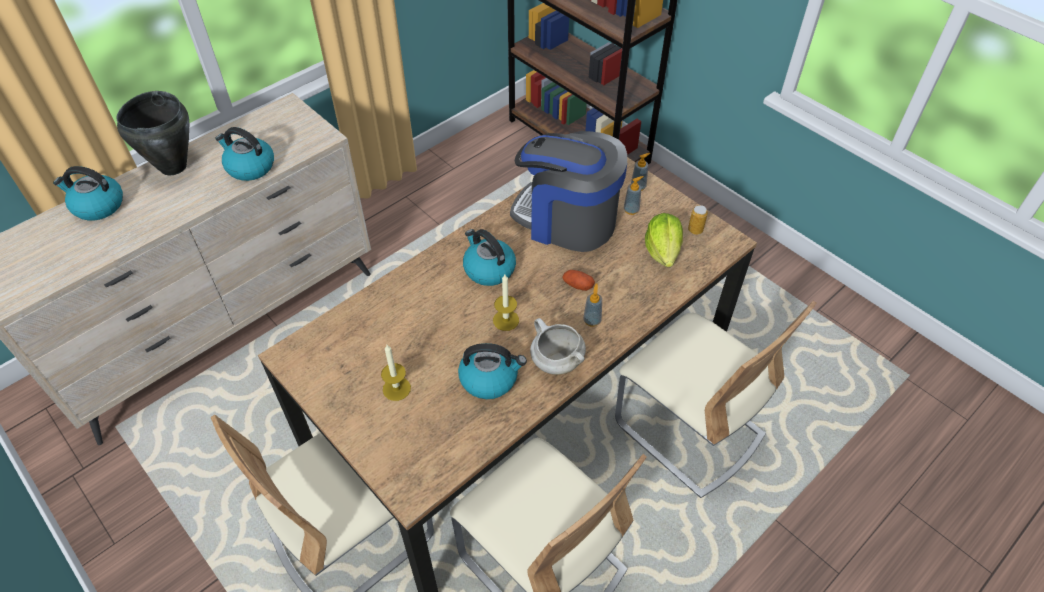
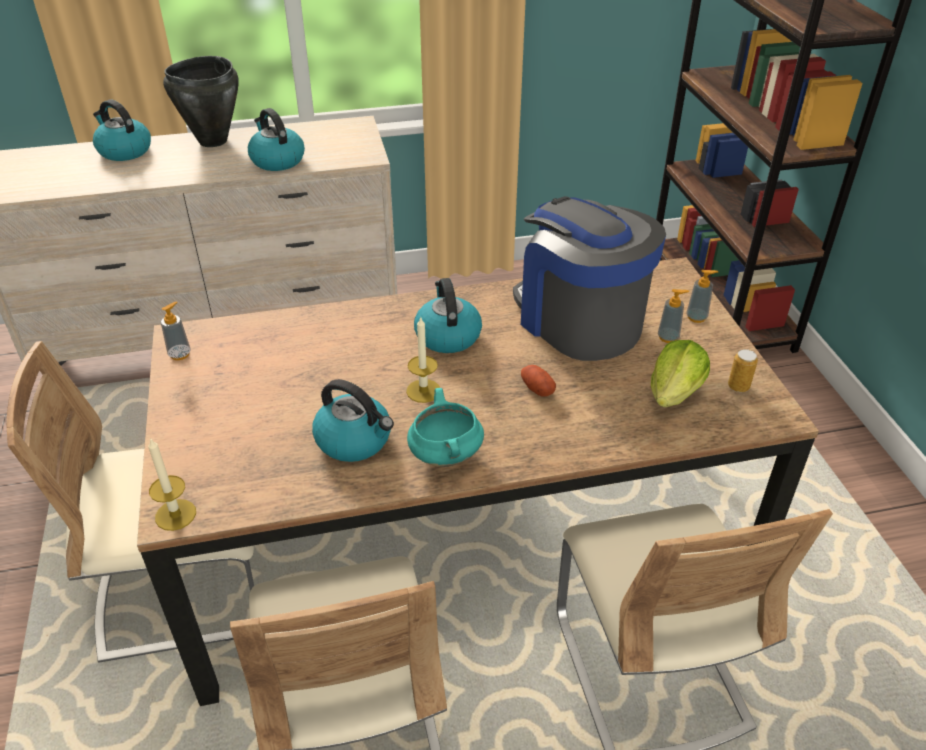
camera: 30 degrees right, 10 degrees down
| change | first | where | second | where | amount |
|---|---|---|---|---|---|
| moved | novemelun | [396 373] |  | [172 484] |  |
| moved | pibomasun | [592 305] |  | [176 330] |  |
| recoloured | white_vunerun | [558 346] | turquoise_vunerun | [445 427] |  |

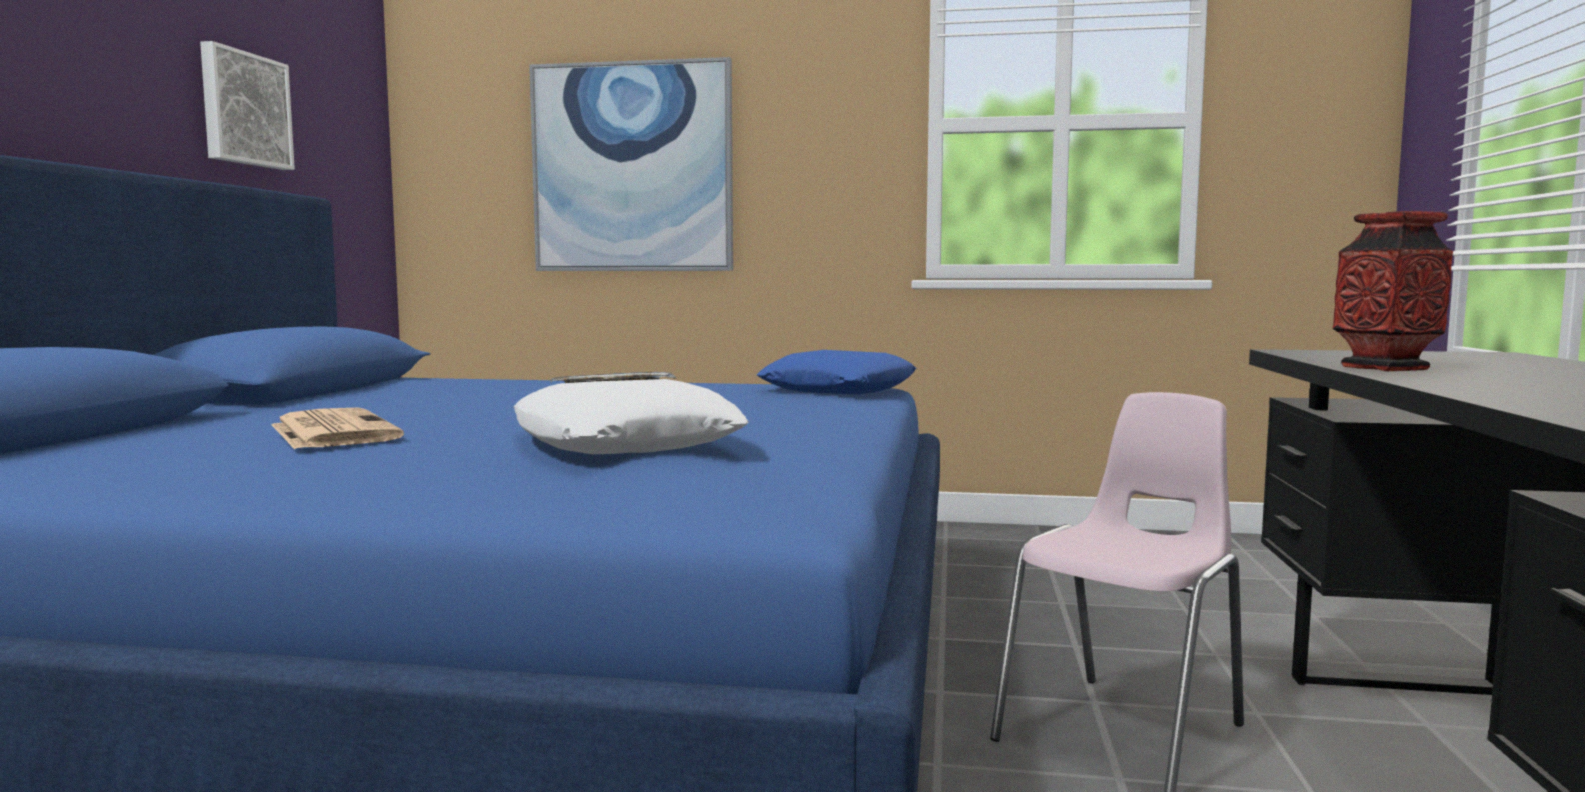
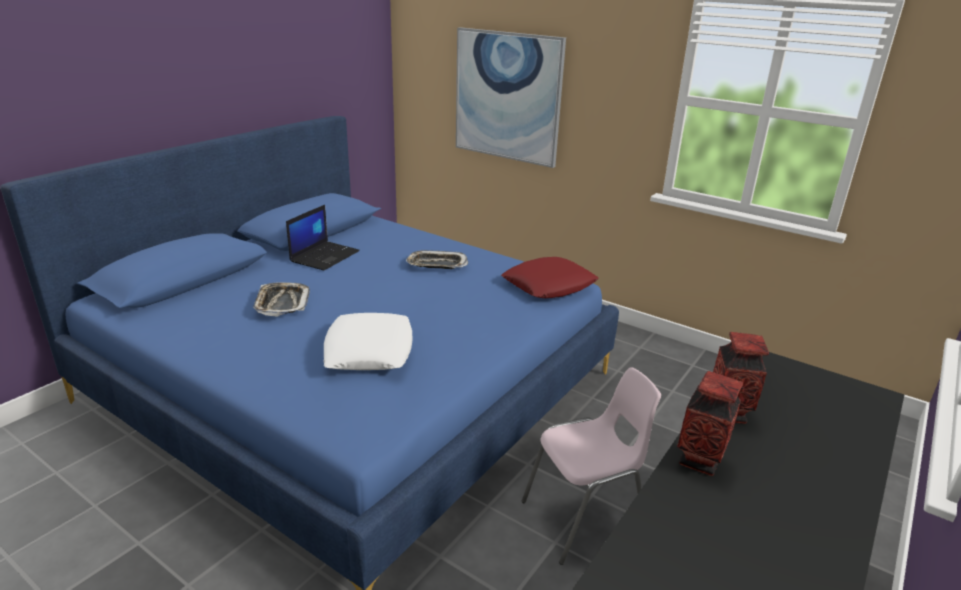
camera: 25 degrees right, 20 degrees up
| change | first | where | second | where | amount |
|---|---|---|---|---|---|
| replaced | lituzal | [337 428] | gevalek | [281 299] |  |
| added |  |  | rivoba | [323 238] |  |
| recoloured | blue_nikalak | [836 372] | red_nikalak | [549 277] |  |
| added |  |  | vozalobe | [710 423] |  |
| removed | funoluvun | [247 105] |  |  |  |

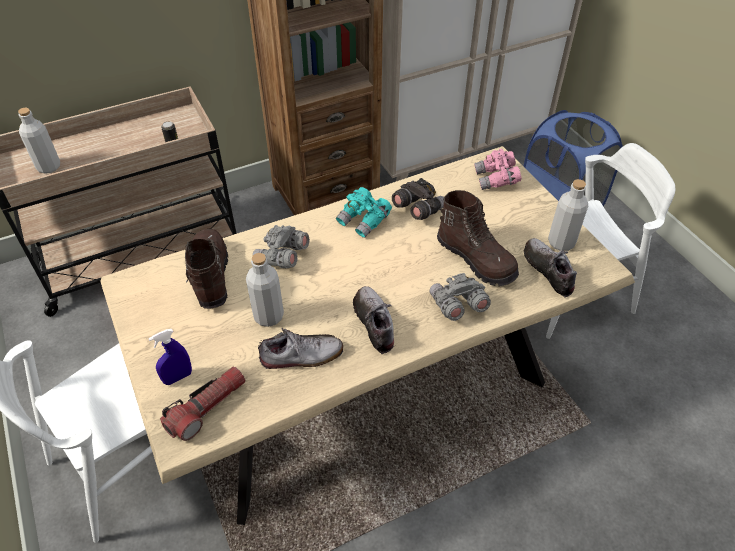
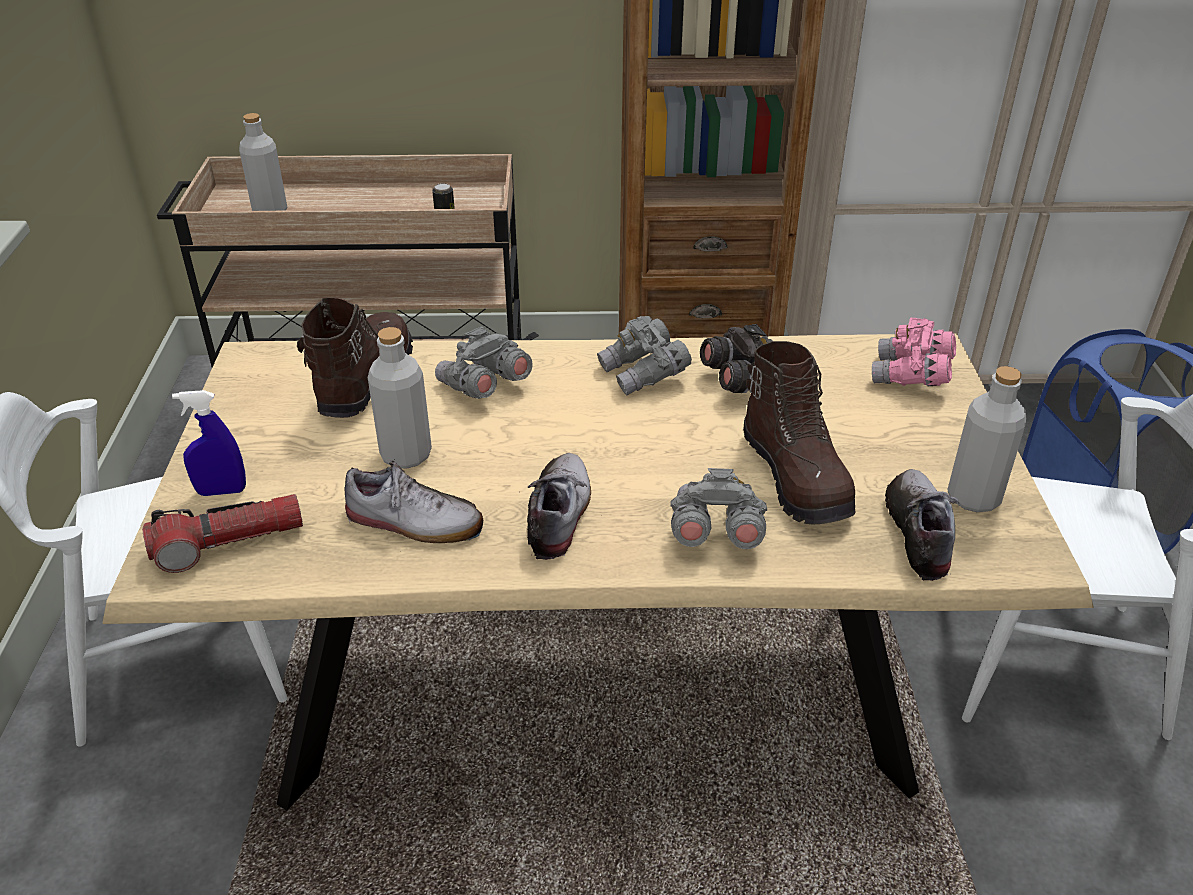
camera: 25 degrees right, 10 degrees down
| change | first | where | second | where | amount |
|---|---|---|---|---|---|
| recoloured | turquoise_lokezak | [364 212] | grey_lokezak | [644 355] |  |

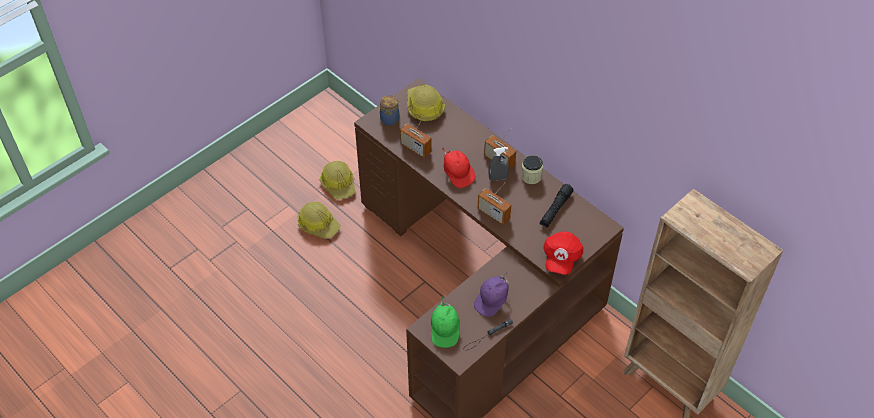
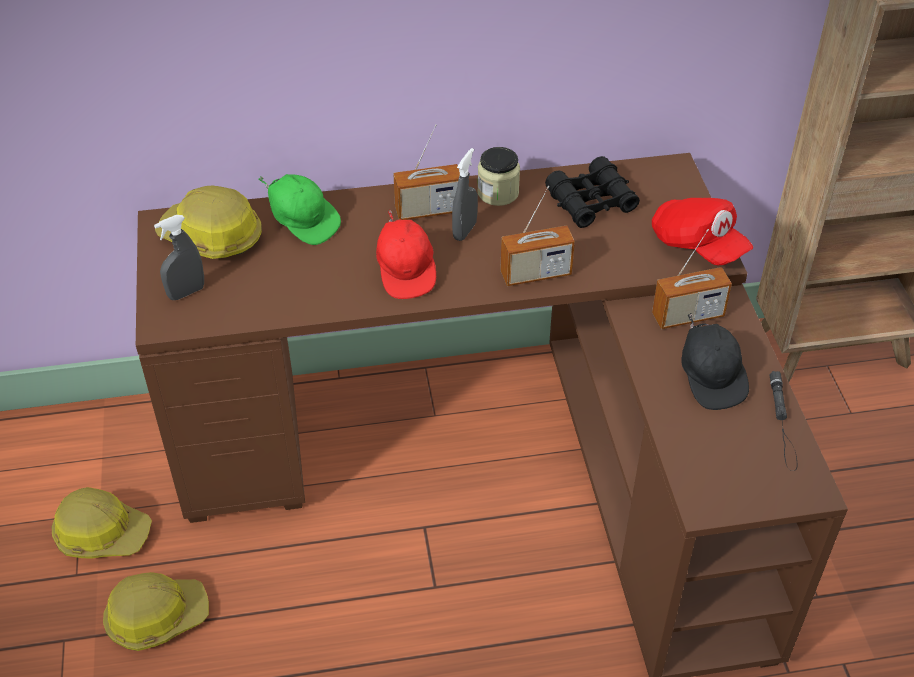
camera: 55 degrees left, 5 degrees down
| change | first | where | second | where | amount |
|---|---|---|---|---|---|
| replaced | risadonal | [390 110] | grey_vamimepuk | [179 257] |  |
| moved | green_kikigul | [445 322] |  | [299 209] |  |
| turned | red_kikigul | [458 168] |  | [406 254] | 75 degrees clockwise |
| replaced | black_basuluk | [557 205] | black_lokezak | [592 192] |  |
| moved | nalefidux | [415 136] |  | [692 279] |  |
| recoloured | purple_kikigul | [491 294] | black_kikigul | [715 361] |  |

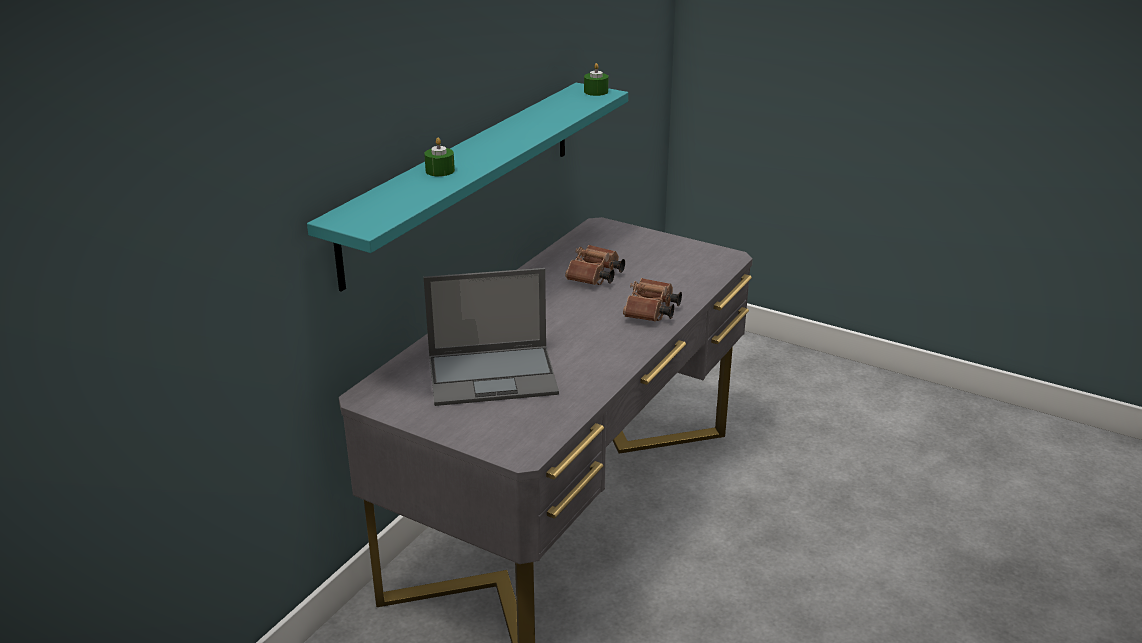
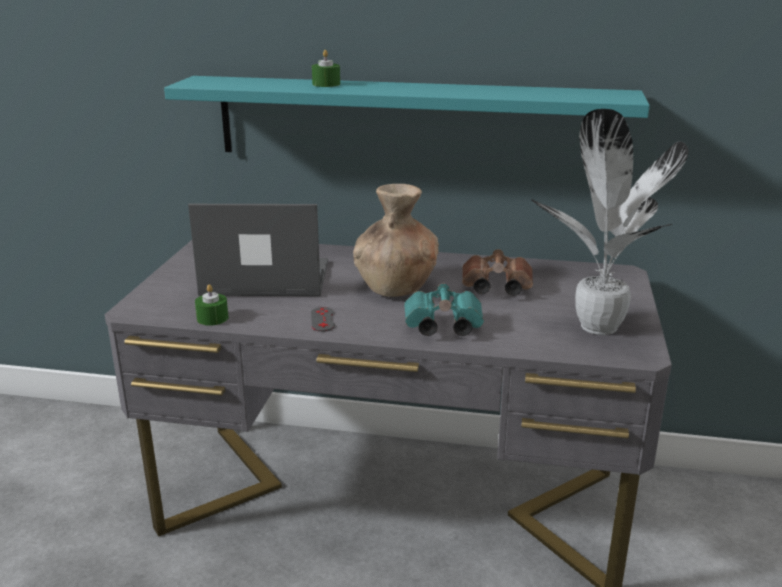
camera: 70 degrees right, 5 degrees down
| change | first | where | second | where | amount |
|---|---|---|---|---|---|
| turned | rivoba | [491 337] |  | [258 250] | 120 degrees clockwise |
| moved | green_novemelun | [596 79] |  | [211 305] |  |
| added |  |  | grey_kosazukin | [323 319] |  |
| added |  |  | brown_vozalobe | [396 240] |  |
| recoloured | brown_lokezak | [652 299] | turquoise_lokezak | [444 310] |  |
| added |  |  | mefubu | [609 222] |  |

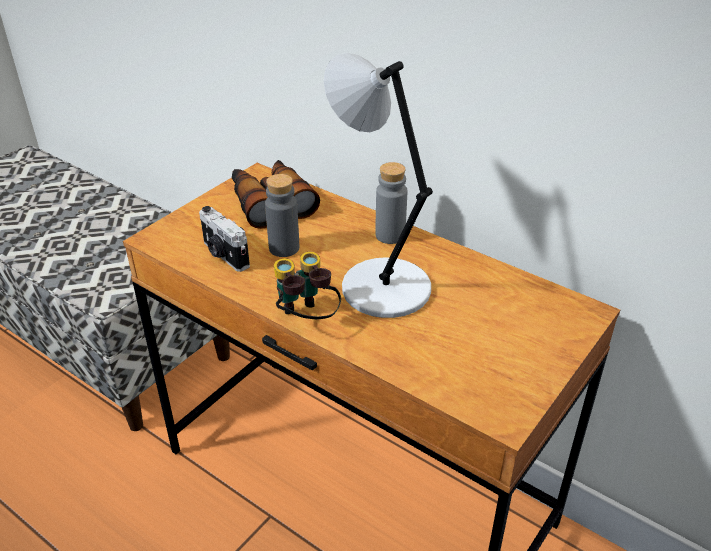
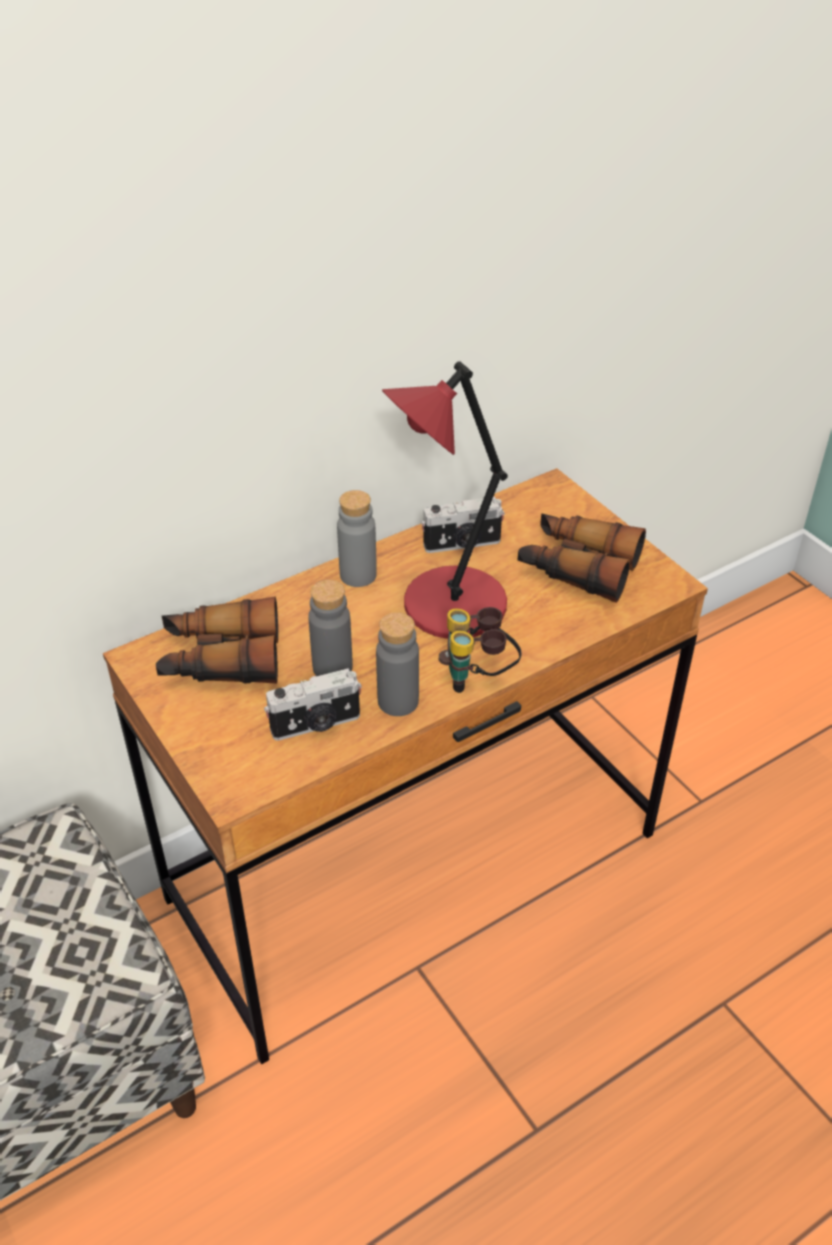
camera: 70 degrees left, 5 degrees up
| change | first | where | second | where | amount |
|---|---|---|---|---|---|
| added |  |  | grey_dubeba | [397 664] |  |
| recoloured | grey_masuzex | [378 185] | red_masuzex | [445 500] |  |
| added |  |  | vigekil | [463 525] |  |
| added |  |  | lokezak | [582 558] |  |

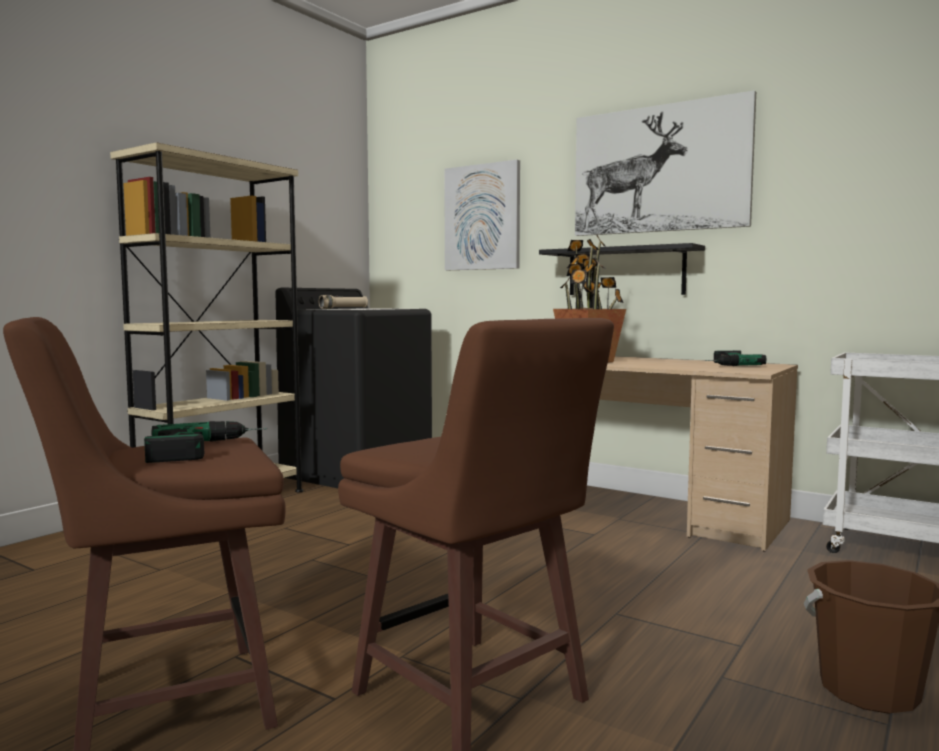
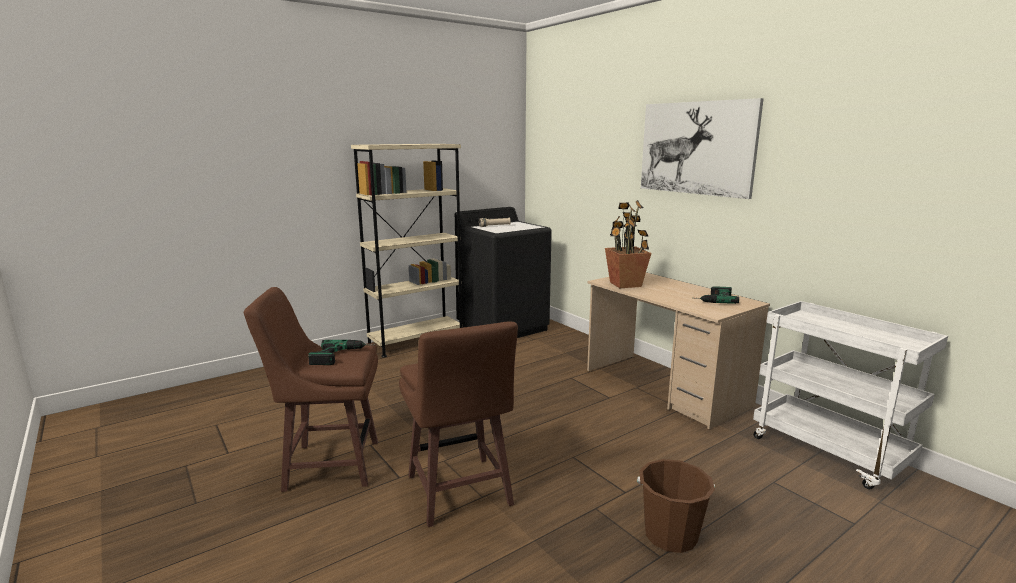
camera: 20 degrees right, 10 degrees up
| change | first | where | second | where | amount |
|---|---|---|---|---|---|
| removed | funoluvun | [482 215] |  |  |  |
| removed | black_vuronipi | [622 269] |  |  |  |

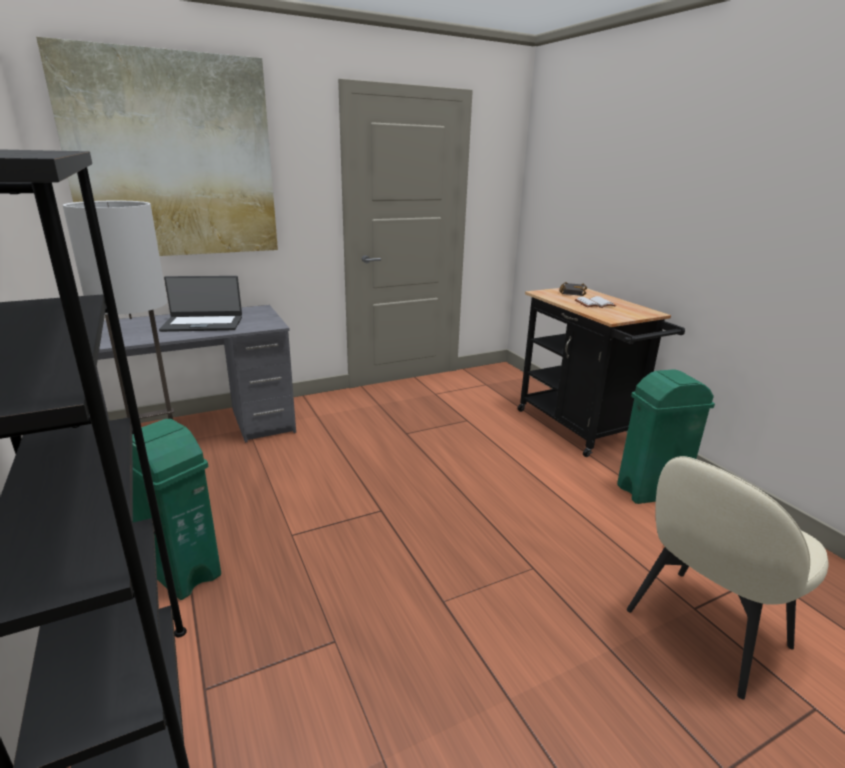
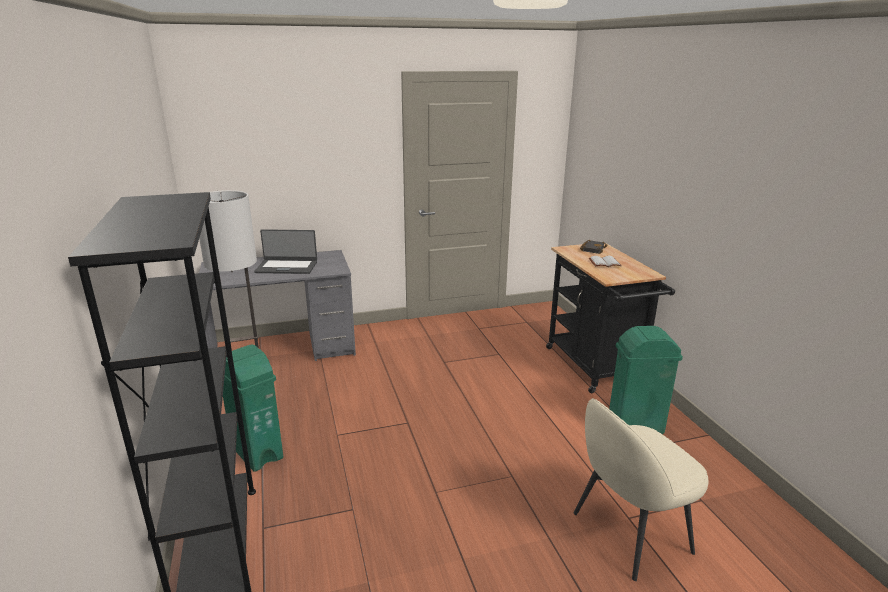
camera: 10 degrees right, 0 degrees up
| change | first | where | second | where | amount |
|---|---|---|---|---|---|
| removed | funoluvun | [157 146] |  |  |  |

